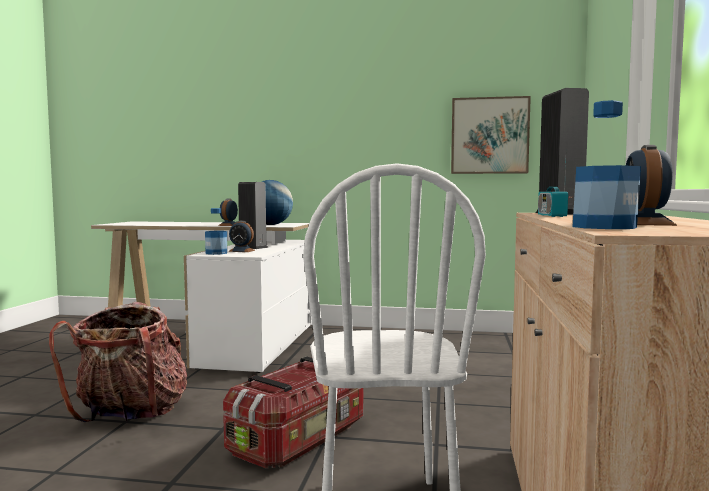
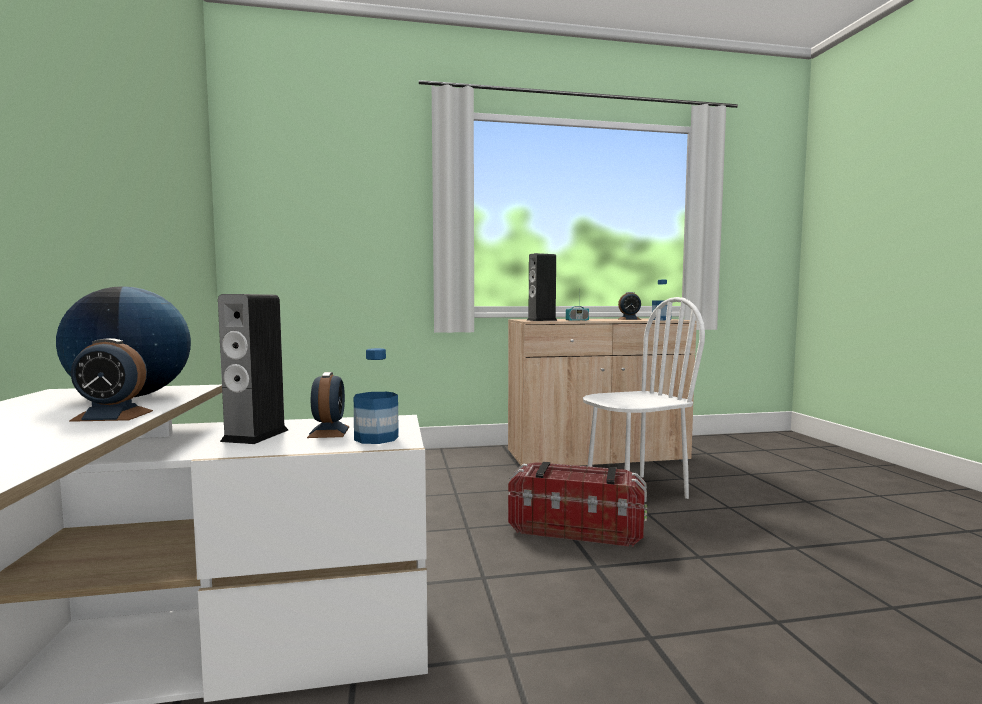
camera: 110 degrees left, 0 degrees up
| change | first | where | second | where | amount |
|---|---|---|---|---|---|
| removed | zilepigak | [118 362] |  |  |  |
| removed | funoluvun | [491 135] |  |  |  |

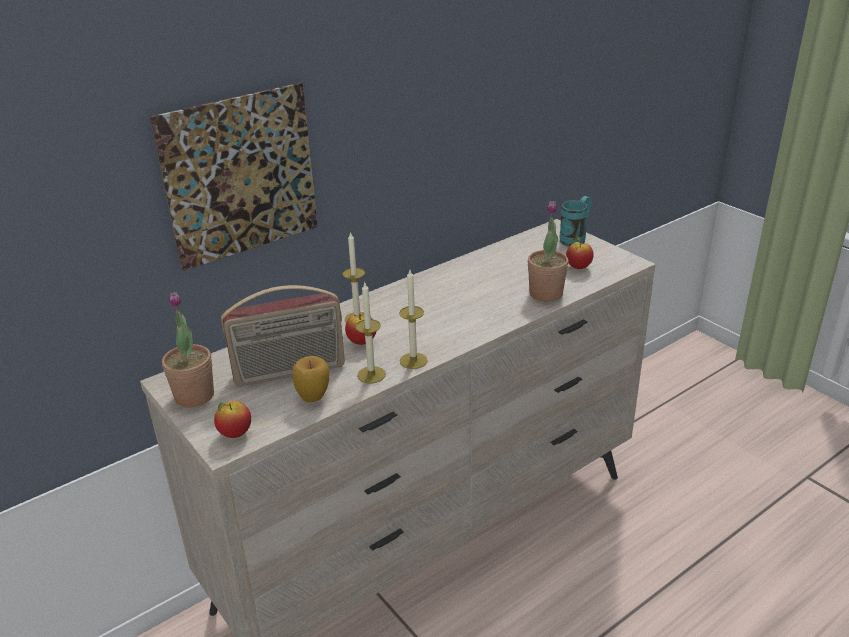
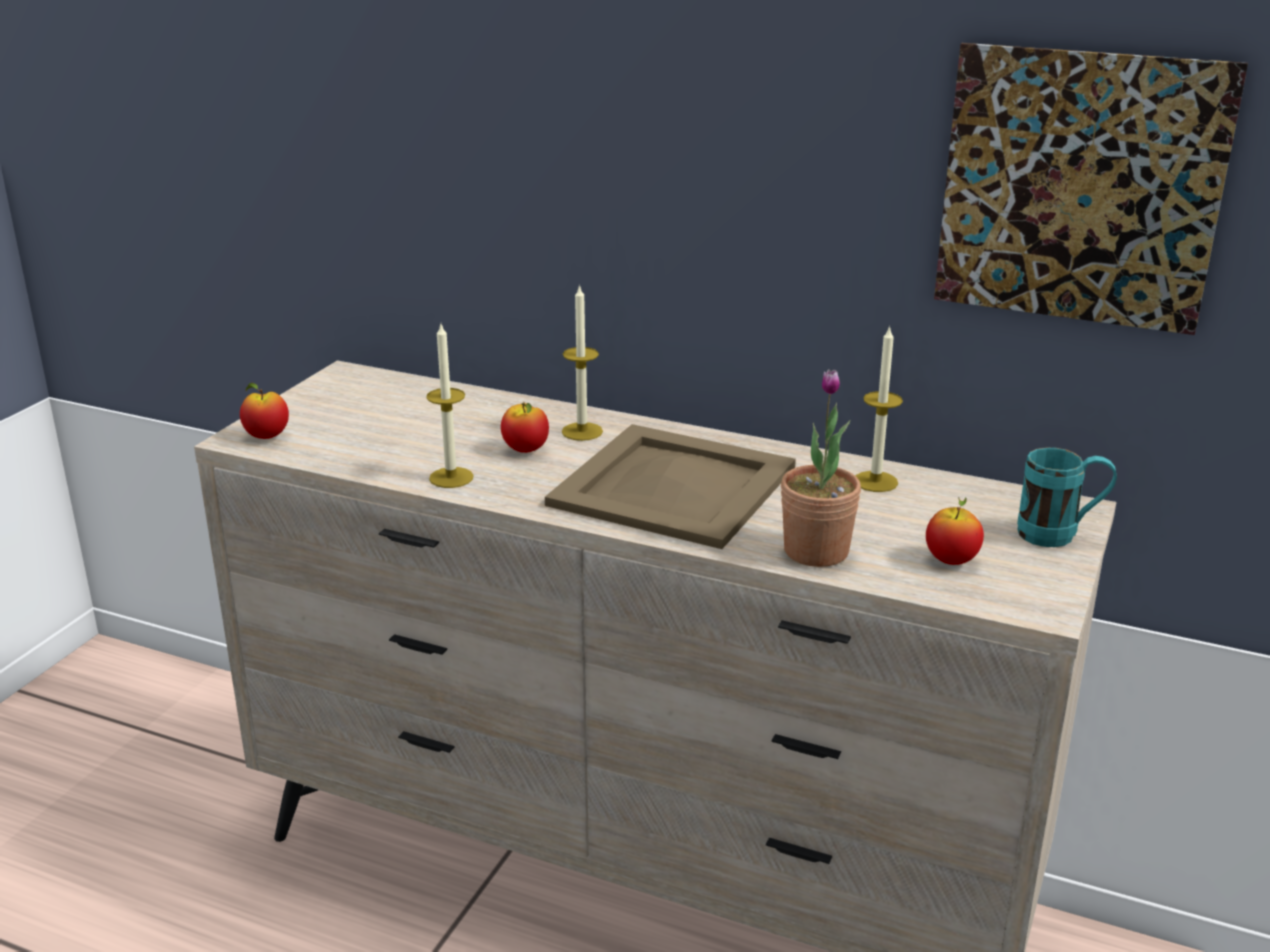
camera: 60 degrees right, 5 degrees down
| change | first | where | second | where | amount |
|---|---|---|---|---|---|
| added |  |  | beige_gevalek | [670 486] |  |
| moved | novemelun | [413 319] |  | [879 408] |  |
| moved | funoluvun | [234 177] |  | [1091 189] |  |
| removed | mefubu | [188 349] |  |  |  |
| removed | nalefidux | [283 335] |  |  |  |
| removed | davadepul | [311 379] |  |  |  |

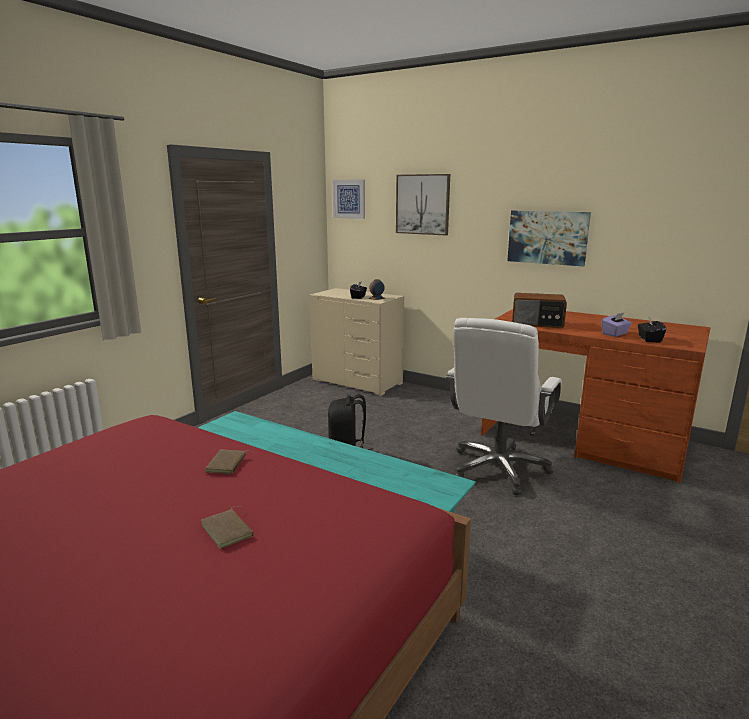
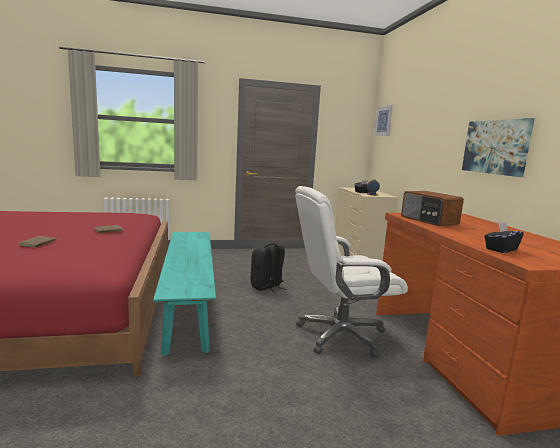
camera: 45 degrees right, 5 degrees down
| change | first | where | second | where | amount |
|---|---|---|---|---|---|
| removed | funoluvun | [423 204] |  |  |  |
| removed | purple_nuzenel | [616 324] |  |  |  |

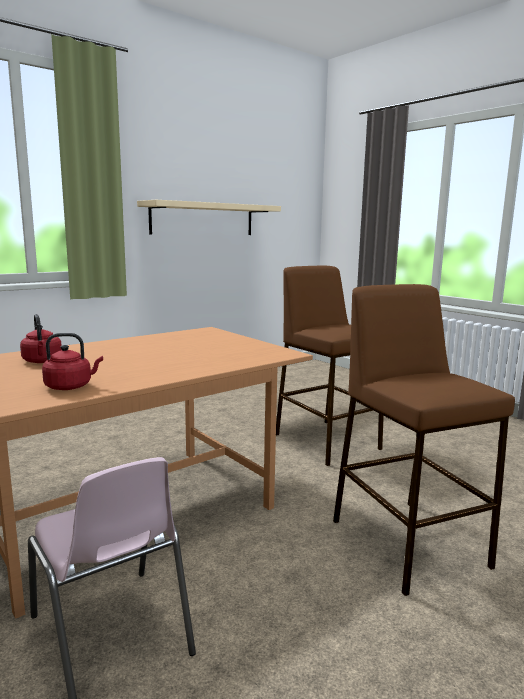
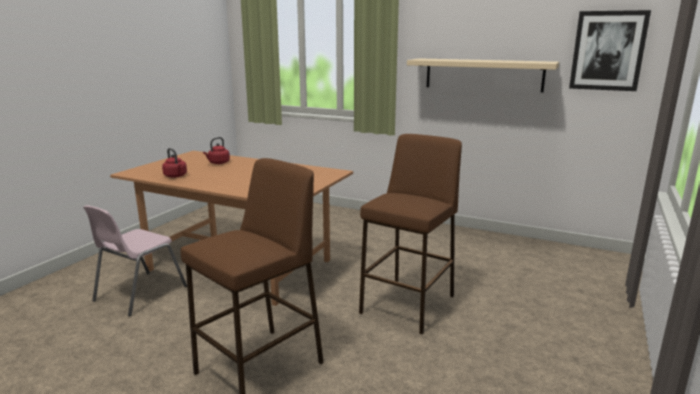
camera: 65 degrees right, 5 degrees up
| change | first | where | second | where | amount |
|---|---|---|---|---|---|
| added |  |  | funoluvun | [610 50] |  |

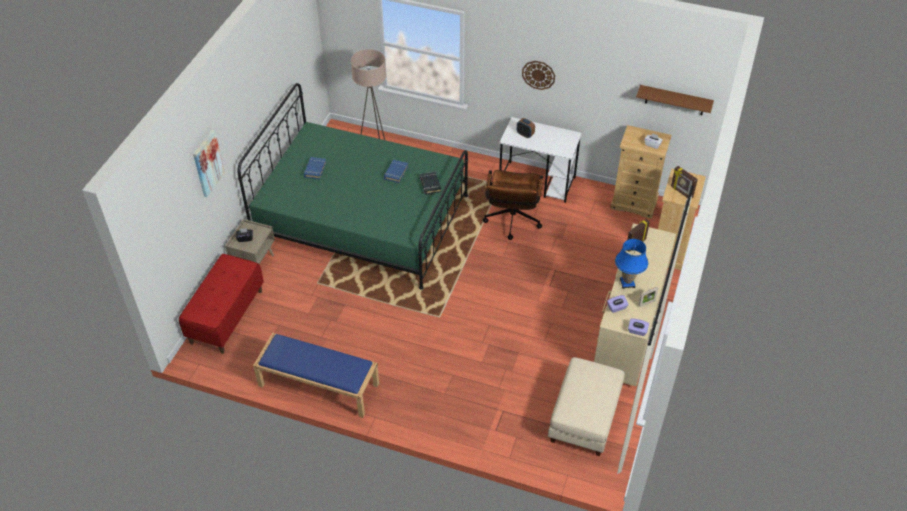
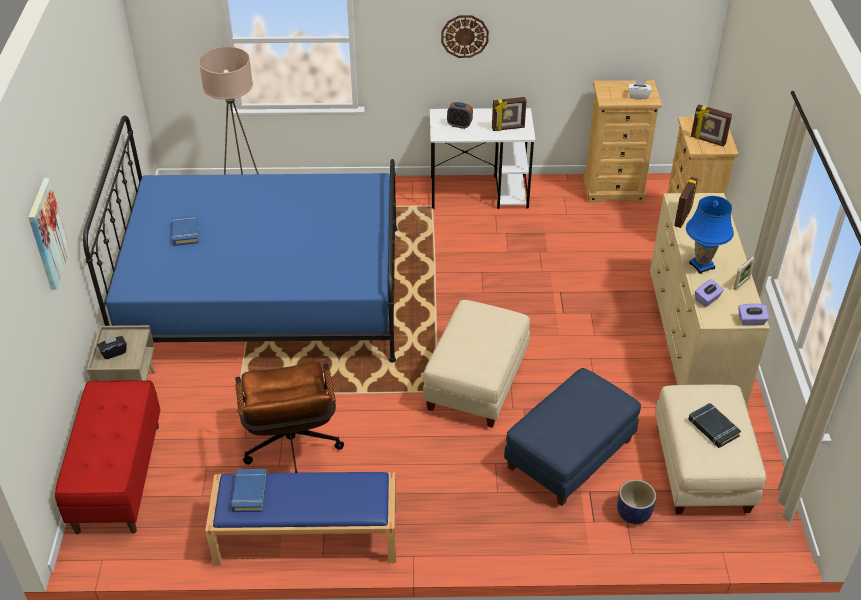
camera: 20 degrees left, 5 degrees down
| change | first | where | second | where | amount |
|---|---|---|---|---|---|
| recoloured | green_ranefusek | [352 186] | blue_ranefusek | [240 239] |  |
| moved | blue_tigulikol | [396 171] |  | [249 490] |  |
| moved | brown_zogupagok | [513 205] |  | [289 417] |  |
| added |  |  | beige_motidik | [476 364] |  |
| added |  |  | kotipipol | [509 114] |  |
| added |  |  | blue_motidik | [572 437] |  |
| added |  |  | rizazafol | [636 501] |  |
| moved | black_tigulikol | [430 183] |  | [714 425] |  |
| removed | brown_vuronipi | [675 100] |  |  |  |

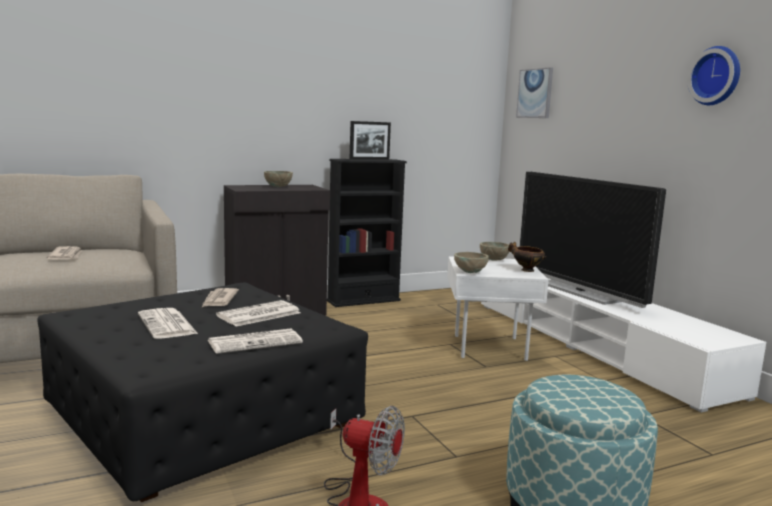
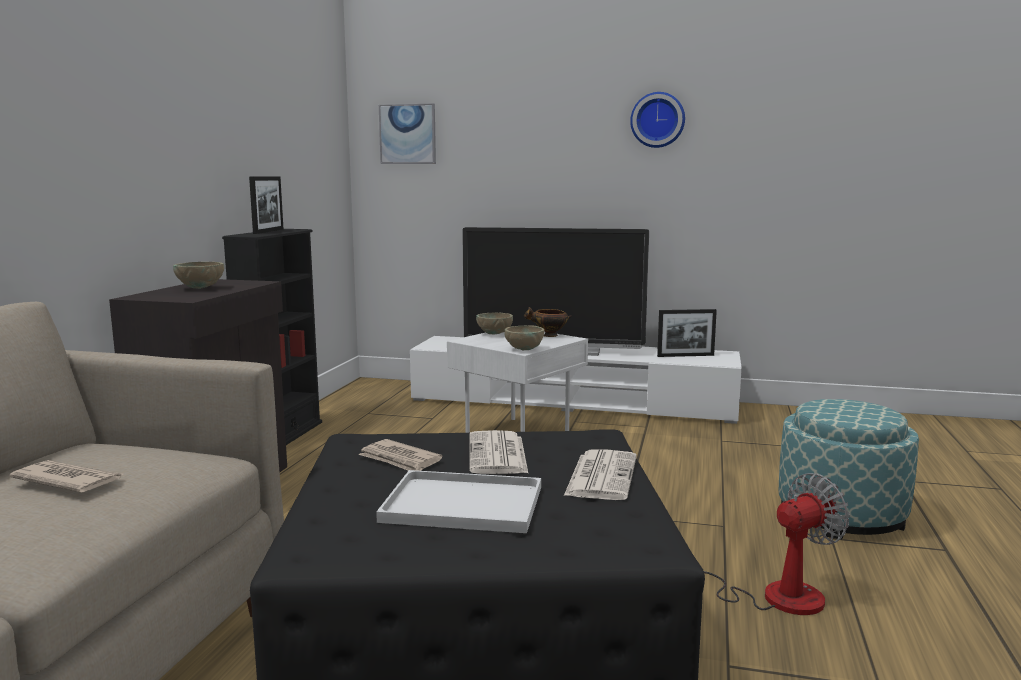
camera: 50 degrees left, 0 degrees up
| change | first | where | second | where | amount |
|---|---|---|---|---|---|
| replaced | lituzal | [168 323] | white_gevalek | [458 501] |  |
| added |  |  | kotipipol | [687 333] |  |

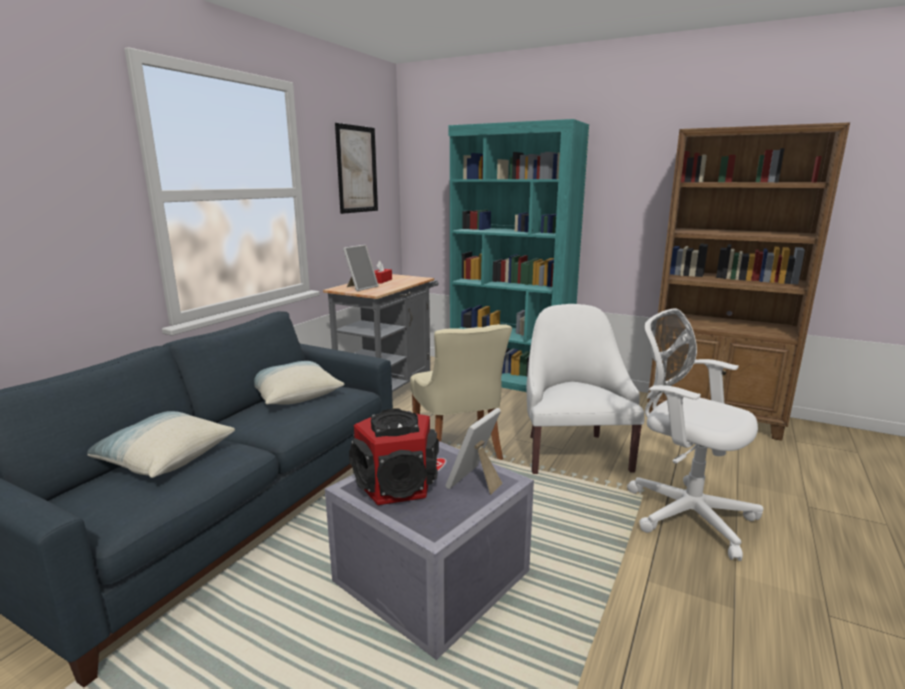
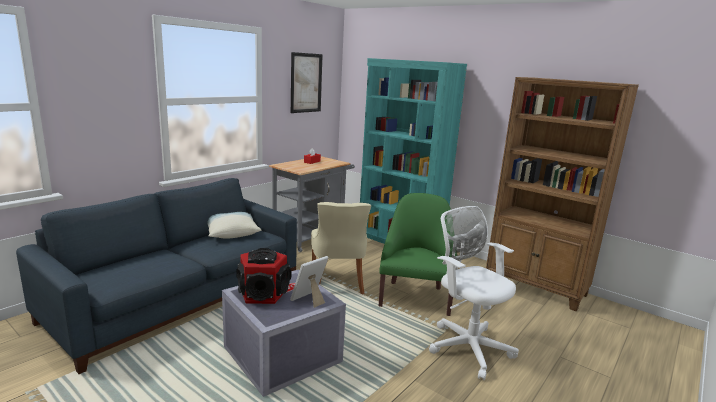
camera: 10 degrees right, 0 degrees up
| change | first | where | second | where | amount |
|---|---|---|---|---|---|
| recoloured | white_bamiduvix | [585 389] | green_bamiduvix | [417 254] |  |
| removed | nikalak | [161 444] |  |  |  |
| removed | kotipipol | [361 268] |  |  |  |

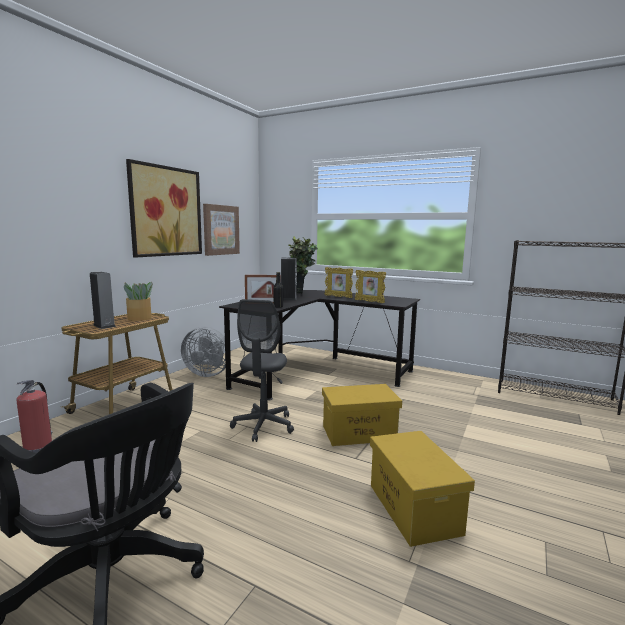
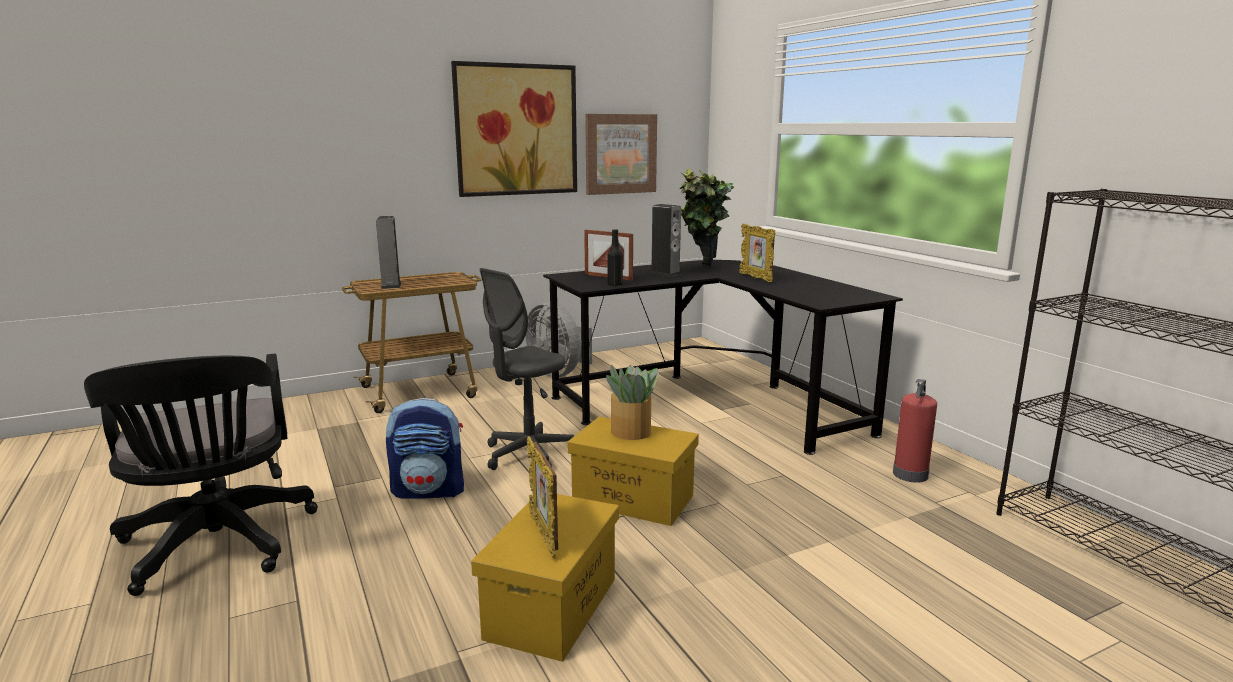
camera: 35 degrees right, 5 degrees up
| change | first | where | second | where | amount |
|---|---|---|---|---|---|
| added |  |  | zilepigak | [425 448] |  |
| moved | kotipipol | [370 286] |  | [542 497] |  |
| moved | mefubu | [138 301] |  | [632 402] |  |
| moved | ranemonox | [34 416] |  | [915 431] |  |

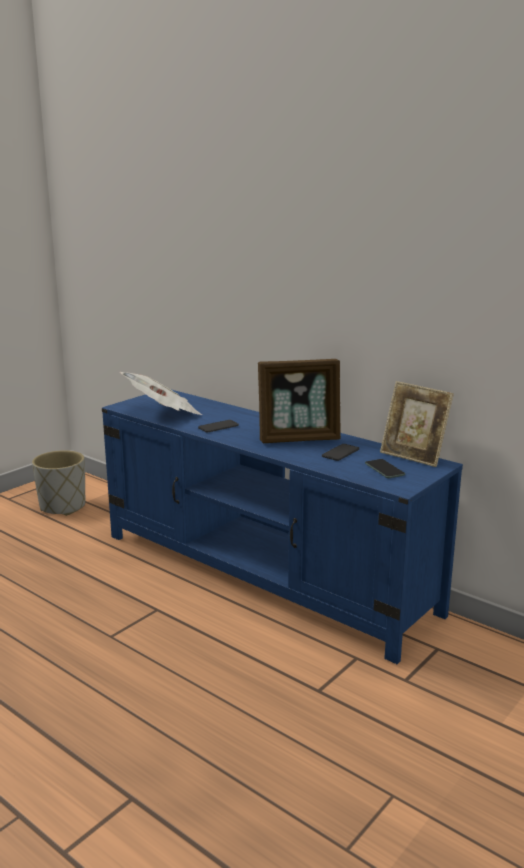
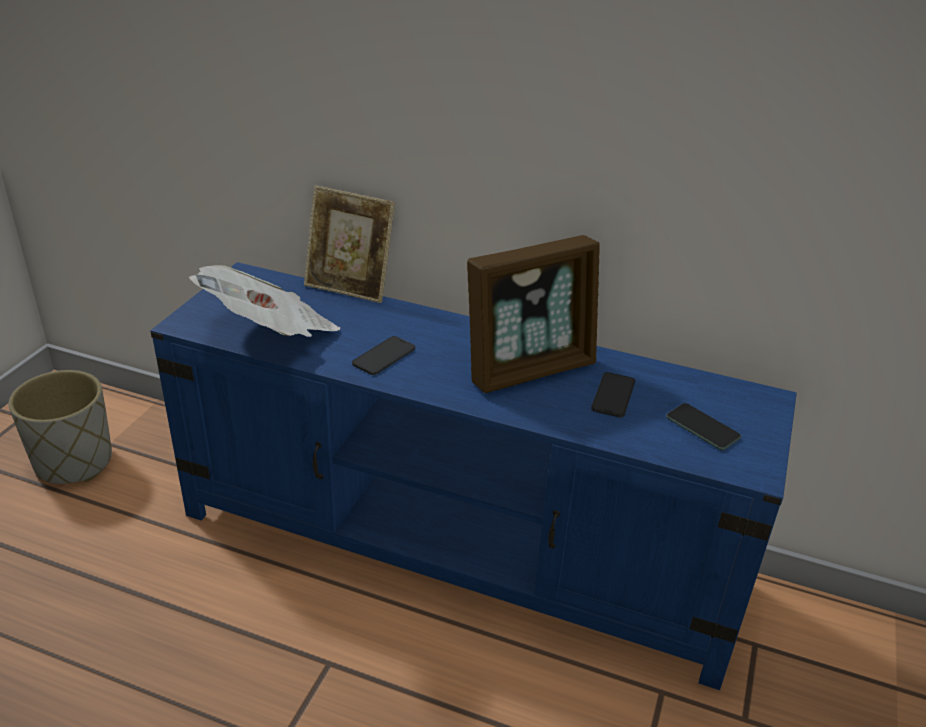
camera: 20 degrees left, 15 degrees up
| change | first | where | second | where | amount |
|---|---|---|---|---|---|
| moved | kotipipol | [417 424] |  | [349 244] |  |

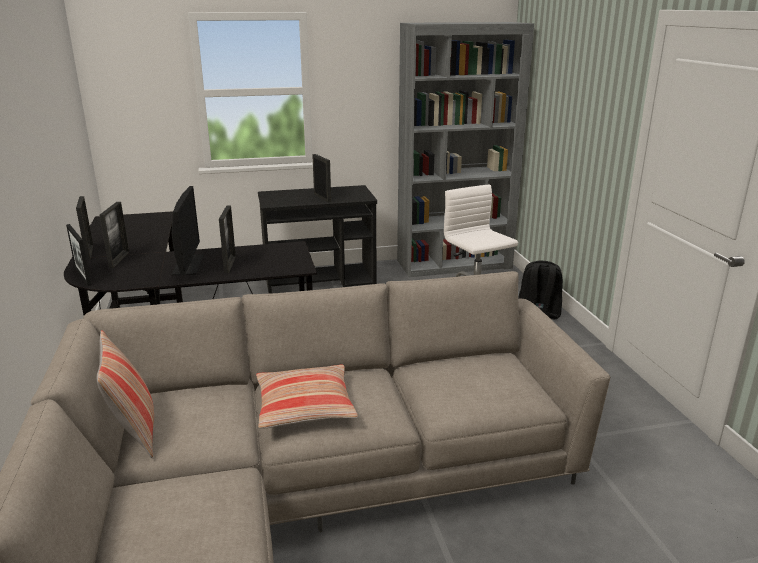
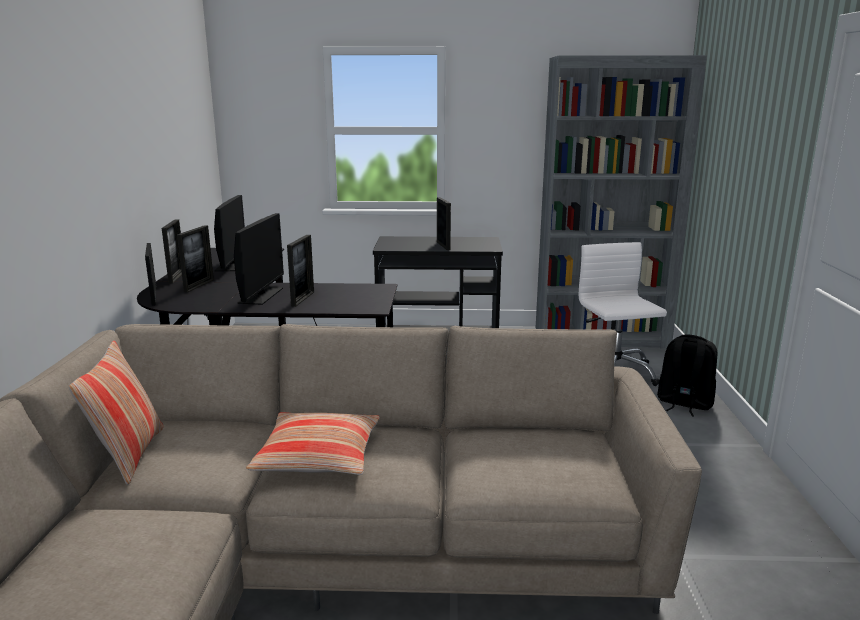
camera: 15 degrees right, 5 degrees down
| change | first | where | second | where | amount |
|---|---|---|---|---|---|
| added |  |  | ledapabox | [229 233] |  |

